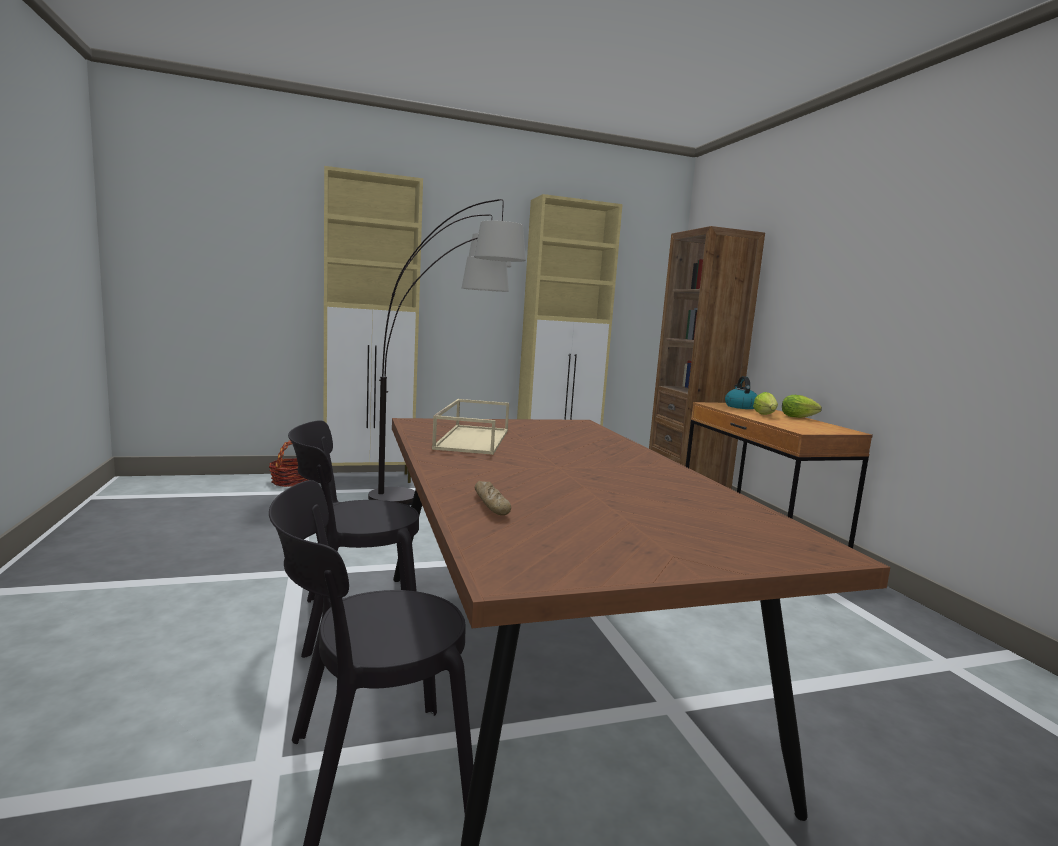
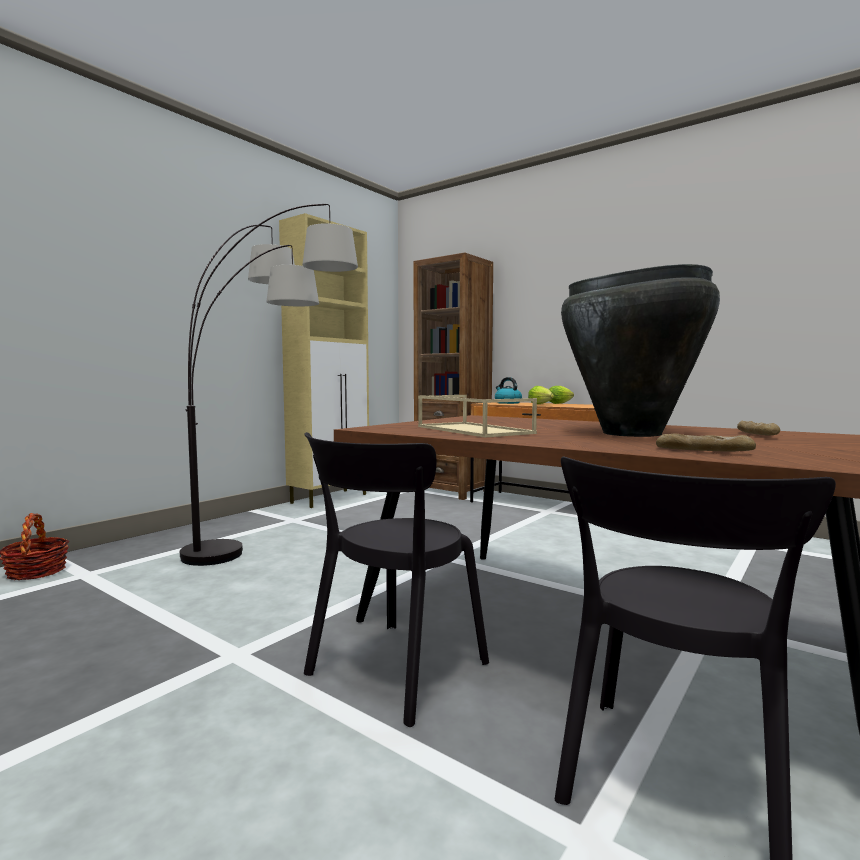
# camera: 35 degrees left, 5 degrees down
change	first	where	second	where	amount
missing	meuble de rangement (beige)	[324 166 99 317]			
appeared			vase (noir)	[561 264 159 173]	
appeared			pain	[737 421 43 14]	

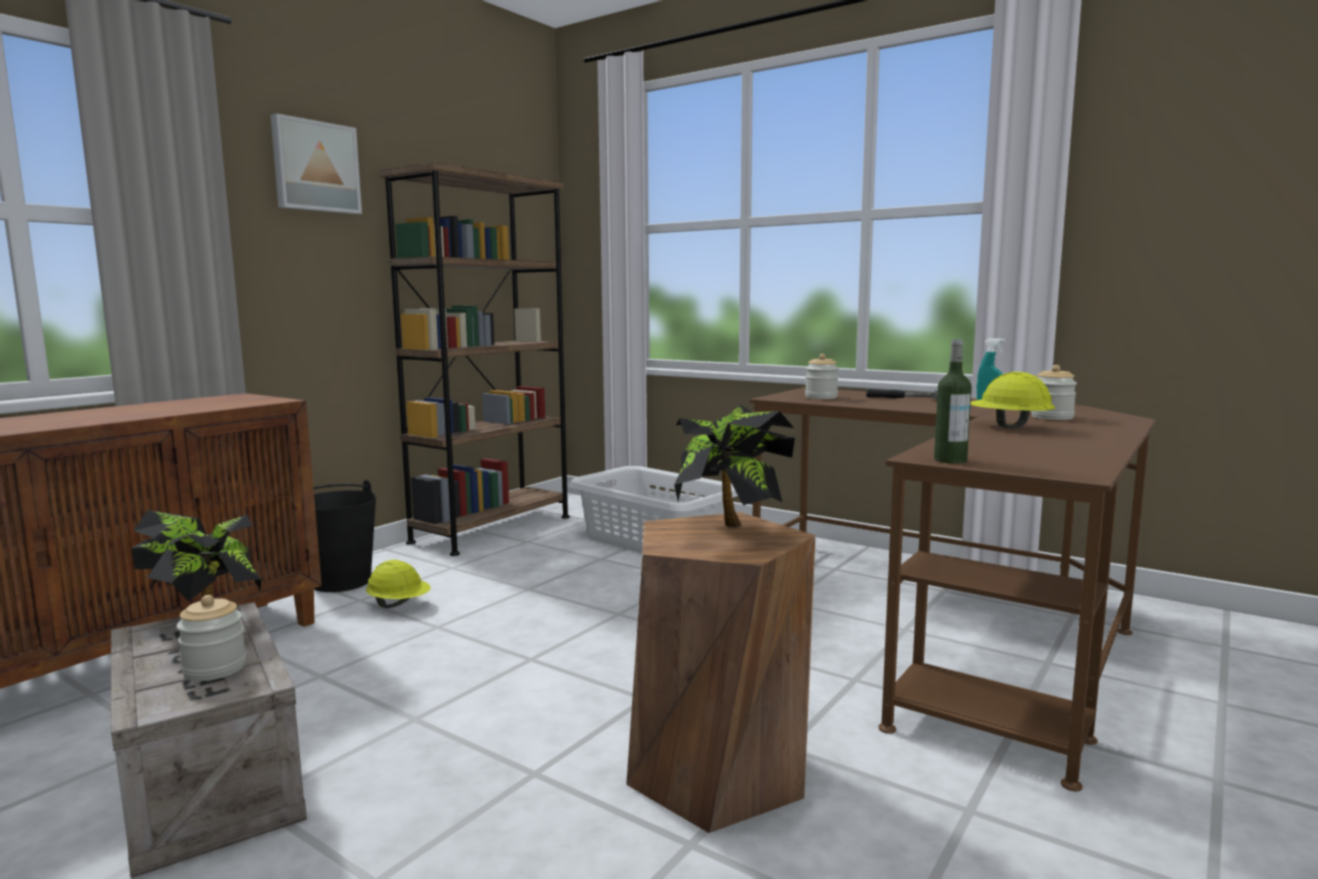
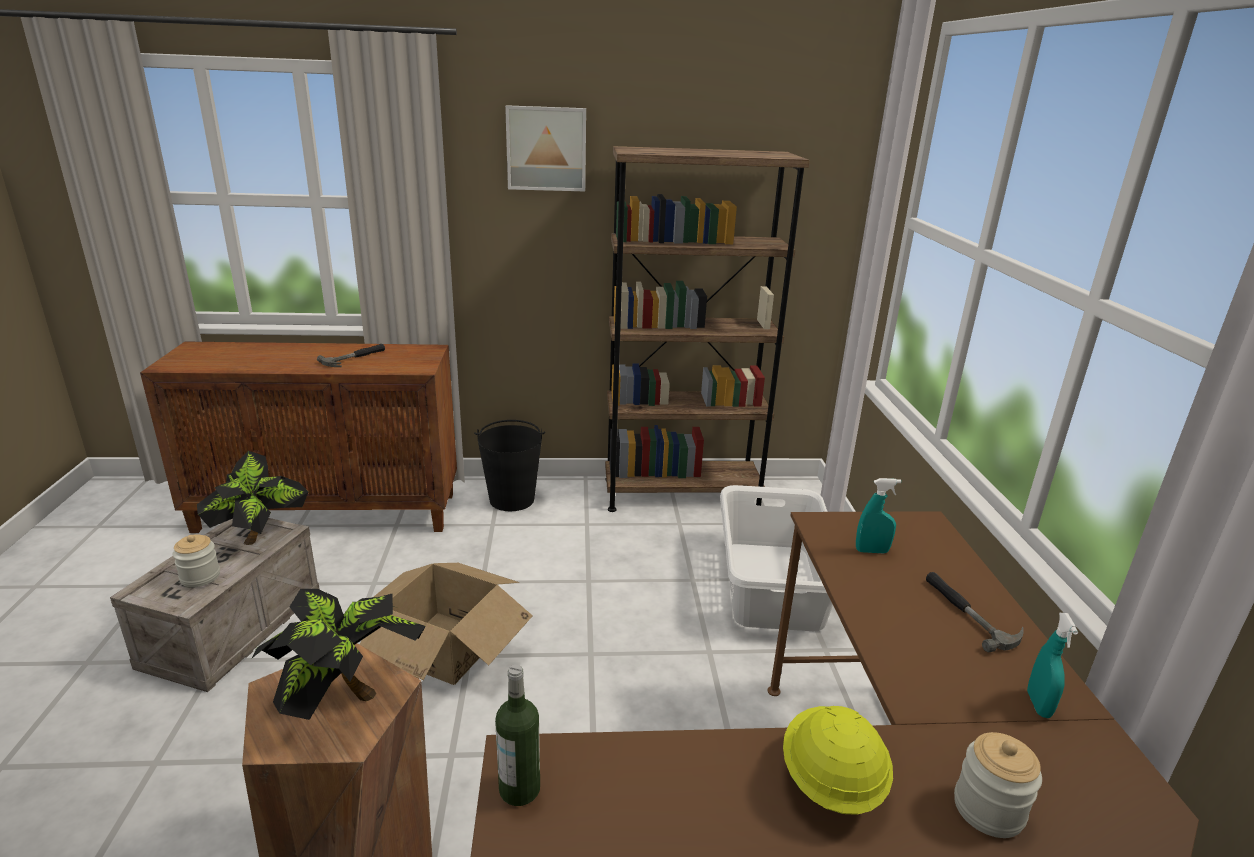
# camera: 50 degrees right, 15 degrees up
change	first	where	second	where	amount
exchanged	bocal	[805 354 34 45]	vaporisateur (turquoise)	[856 478 45 75]	
missing	casque de chantier (jaune)	[366 560 65 48]			
appeared			marteau	[317 344 68 23]	
appeared			carton	[360 563 173 122]	

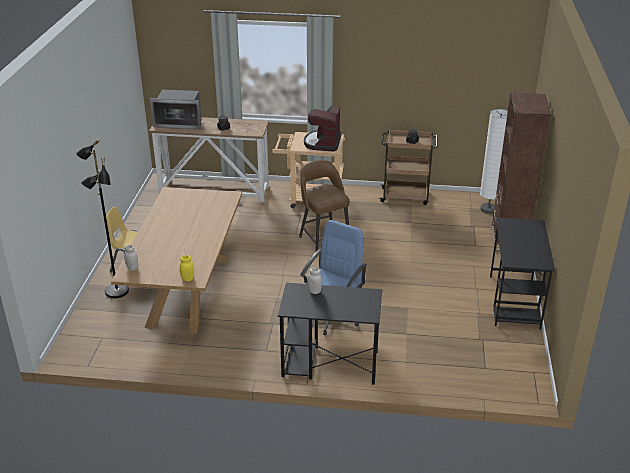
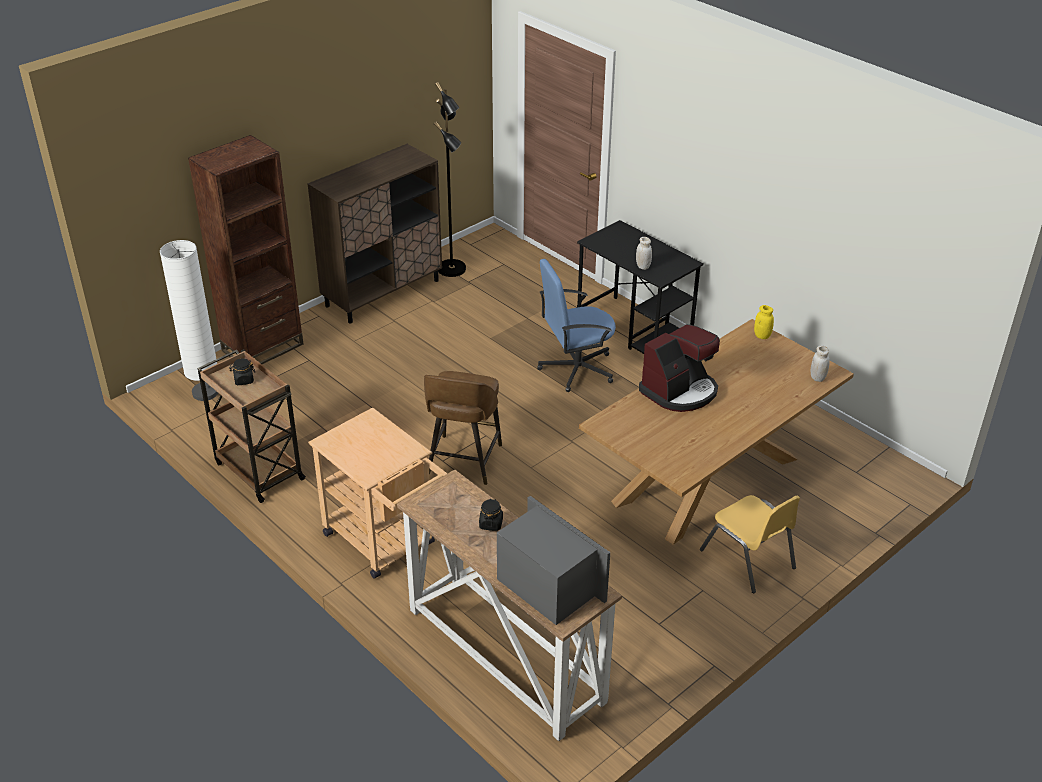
# camera: 140 degrees left, 5 degrees up
change	first	where	second	where	amount
relocated	machine à café	[304 106 38 46]		[639 324 81 88]	
relocated	lampadaire (noir)	[76 139 53 159]		[434 82 32 195]	
exchanged	bureau (noir)	[490 217 65 113]	meuble de rangement (marron)	[308 144 134 180]	

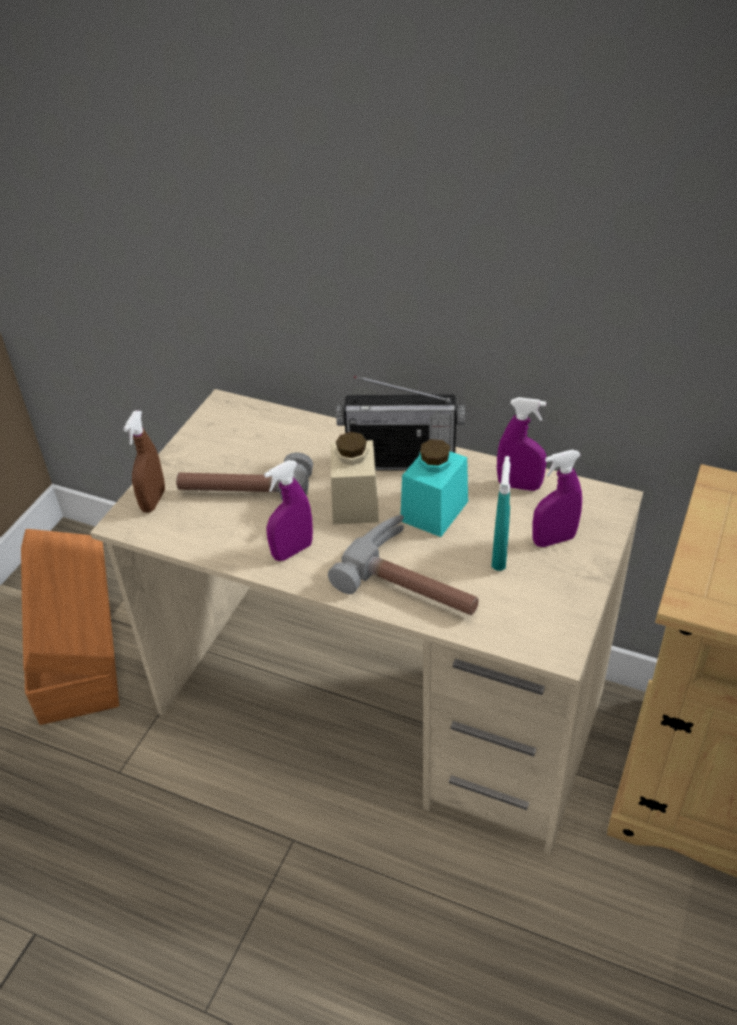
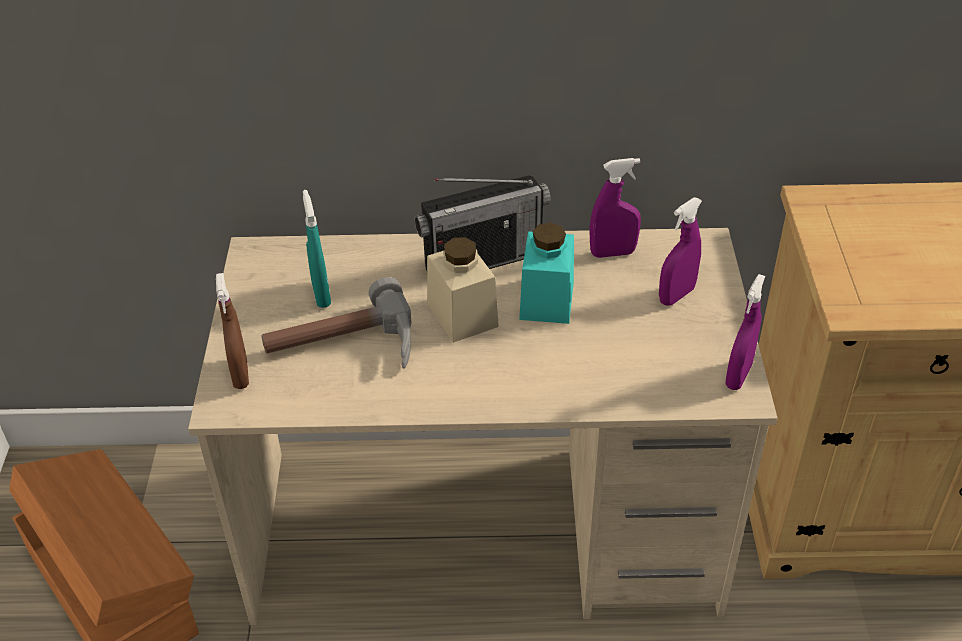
# camera: 25 degrees left, 0 degrees up
change	first	where	second	where	amount
relocated	vaporisateur (turquoise)	[491 456 19 115]		[303 190 28 118]	
relocated	vaporisateur (violet)	[264 460 49 101]		[725 274 40 116]	
missing	marteau	[328 515 151 101]			

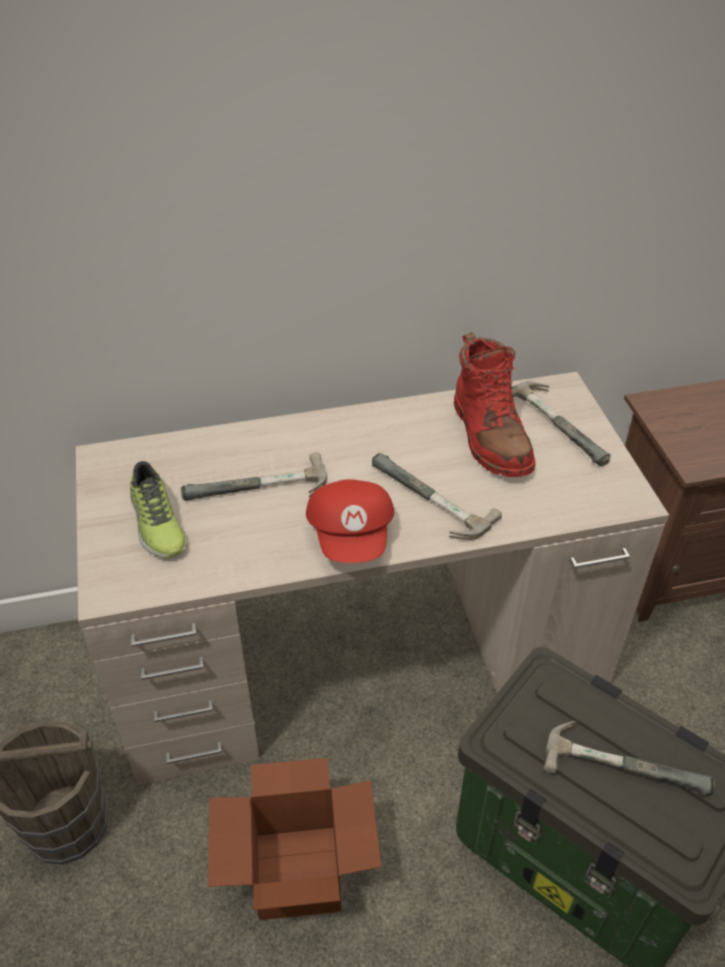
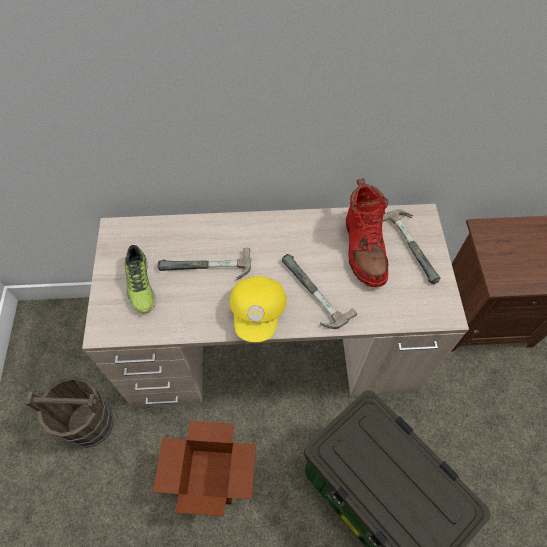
# camera: 10 degrees right, 15 degrees up
change	first	where	second	where	amount
colour	casquette (rouge)	[306 479 88 84]	casquette (jaune)	[229 276 58 66]	
missing	marteau	[544 721 171 75]			

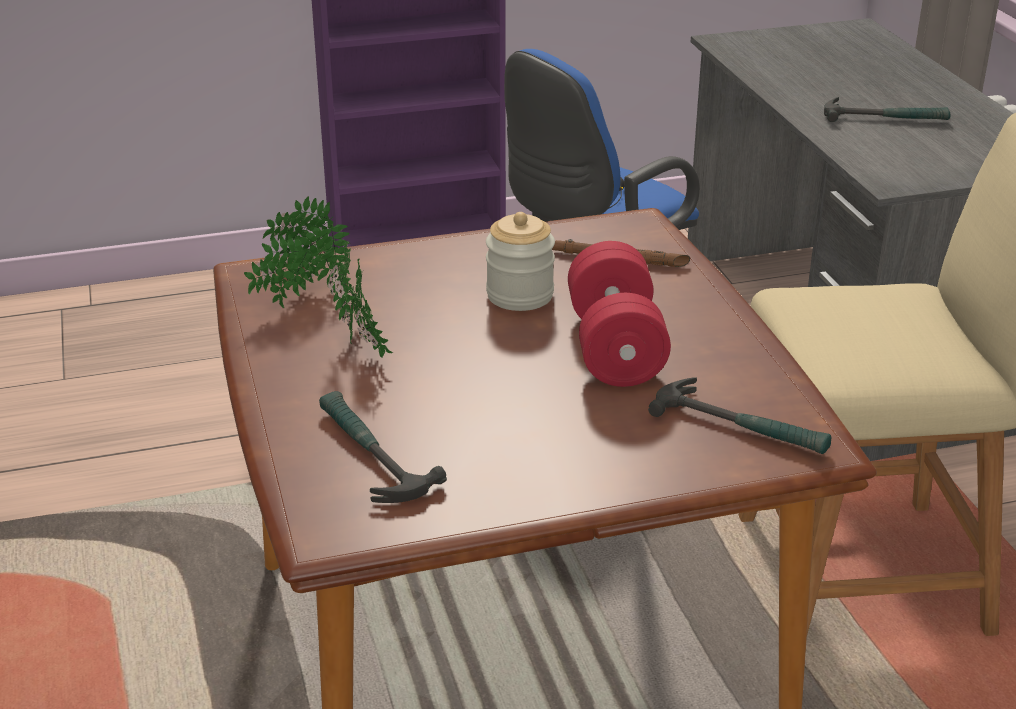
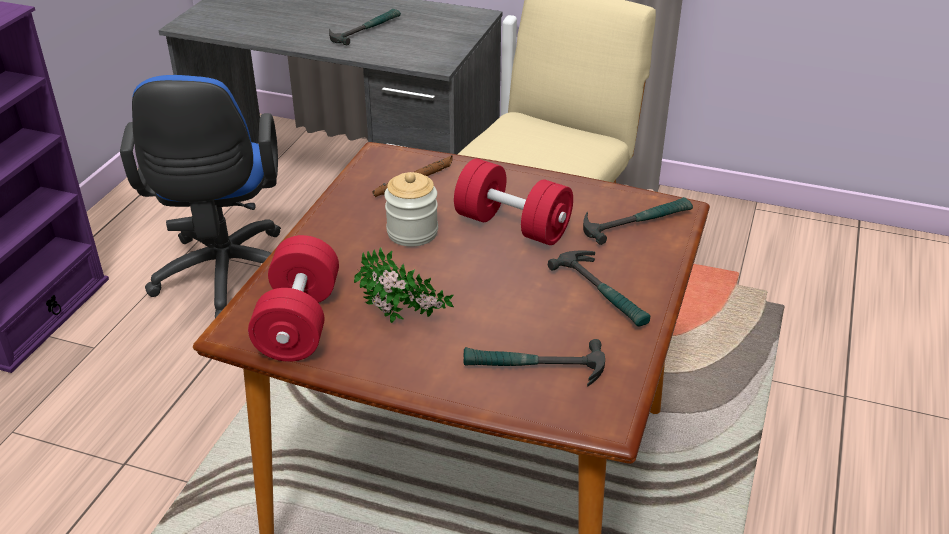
# camera: 55 degrees left, 5 degrees up
change	first	where	second	where	amount
exchanged	plante en pot	[244 196 107 112]	haltère (rouge)	[248 235 91 127]	
appeared			marteau	[548 251 102 75]	

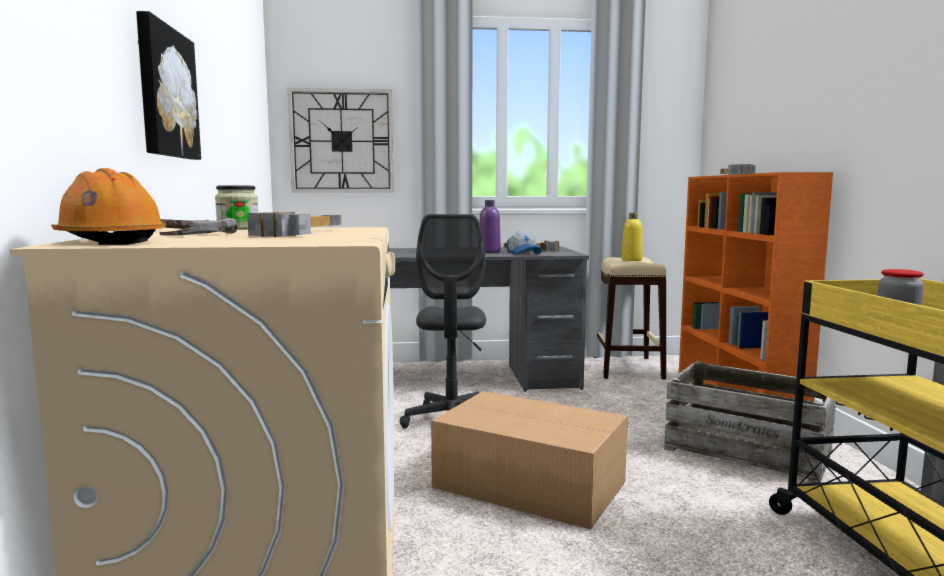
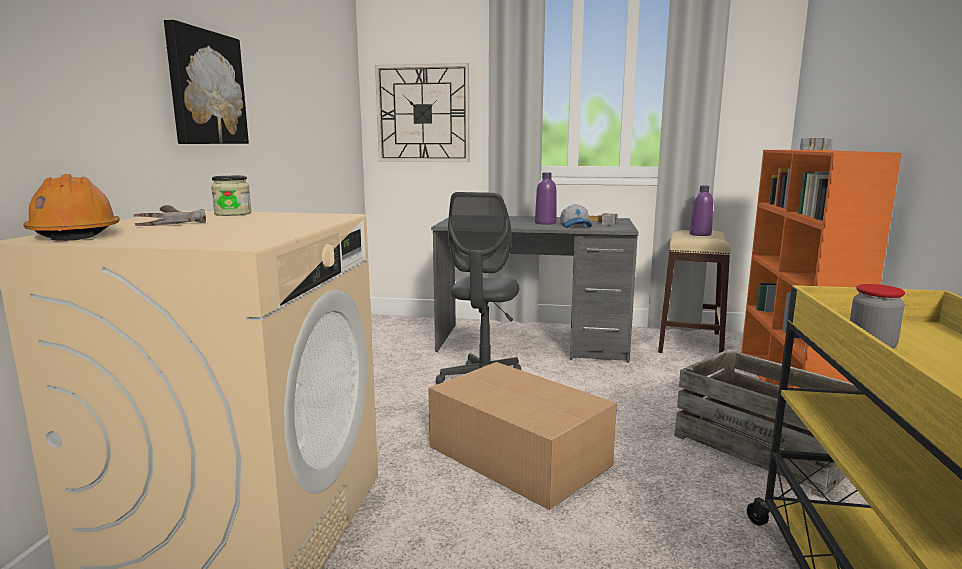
# camera: 15 degrees right, 5 degrees up
change	first	where	second	where	amount
missing	marteau	[247 212 95 25]			
colour	bouteille (jaune)	[621 213 21 48]	bouteille (violet)	[690 186 23 50]	

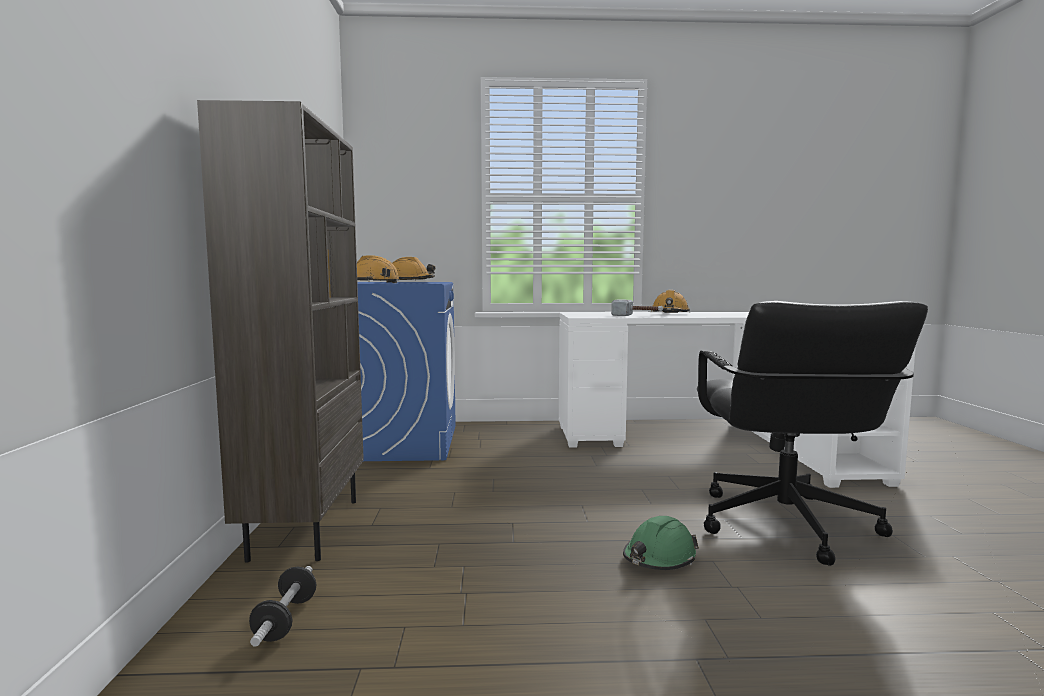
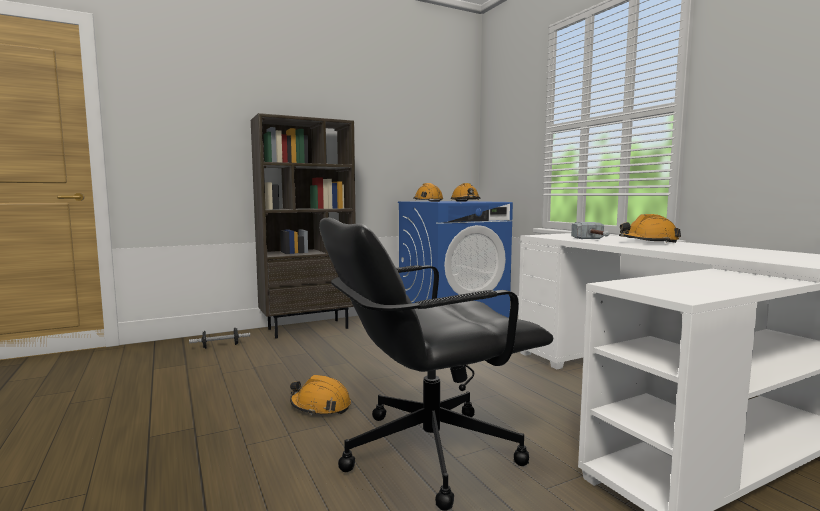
# camera: 65 degrees right, 0 degrees up
change	first	where	second	where	amount
colour	casque de chantier (vert)	[623 516 76 54]	casque de chantier (orange)	[290 375 61 41]	

